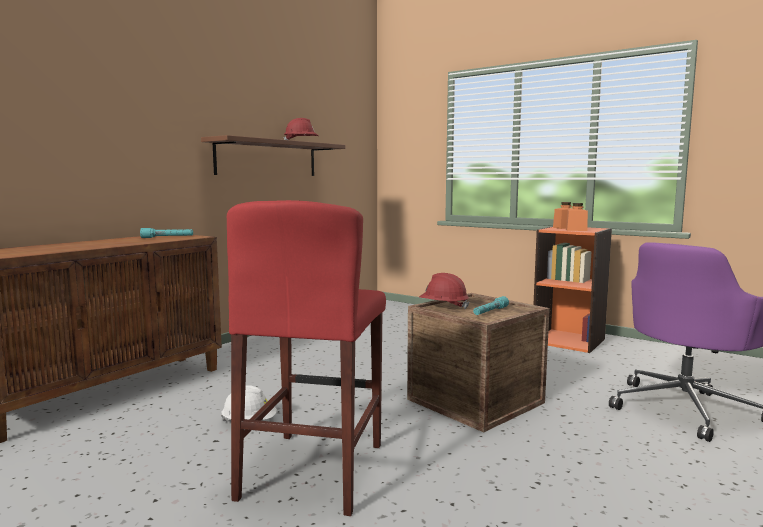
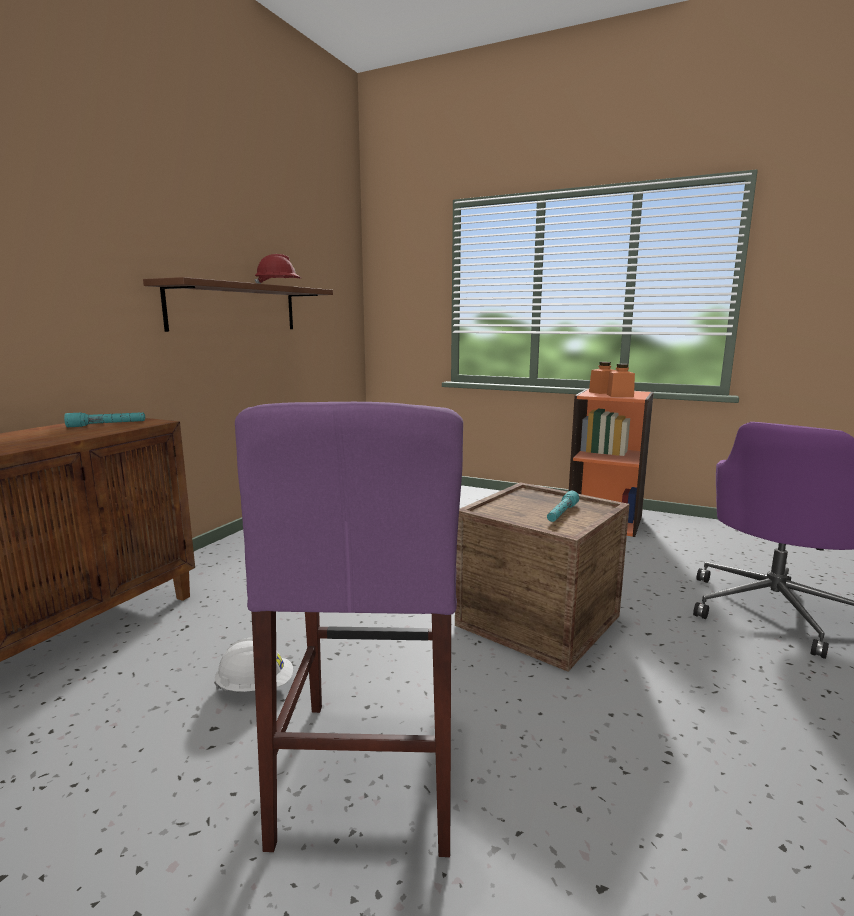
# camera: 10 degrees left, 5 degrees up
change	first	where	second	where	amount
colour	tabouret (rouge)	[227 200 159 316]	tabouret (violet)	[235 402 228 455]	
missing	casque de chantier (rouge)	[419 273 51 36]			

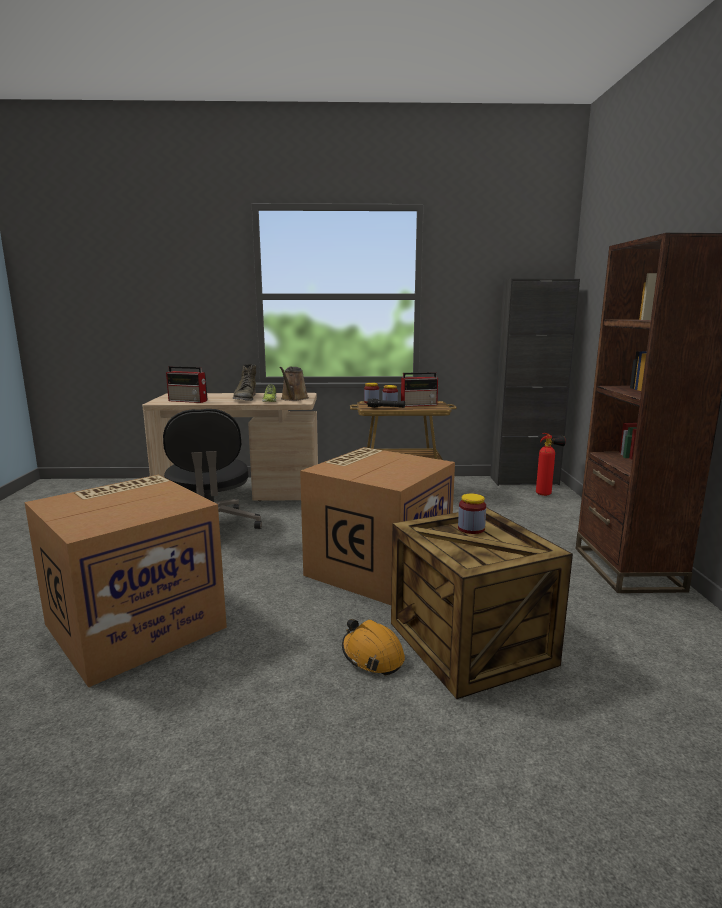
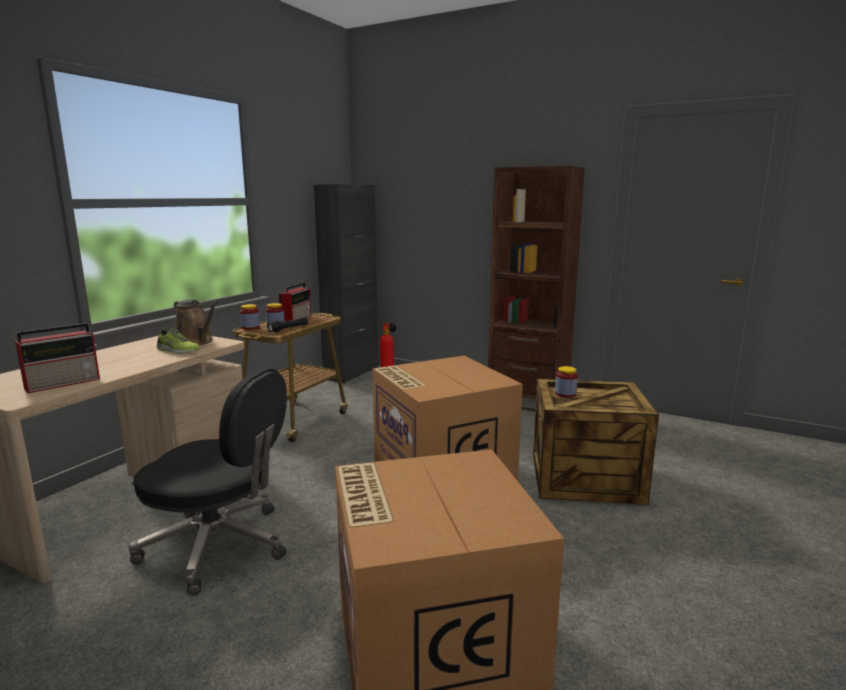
# camera: 60 degrees left, 0 degrees up
change	first	where	second	where	amount
missing	botte (vert)	[233 364 23 37]			
missing	casque de chantier (orange)	[342 619 63 56]			

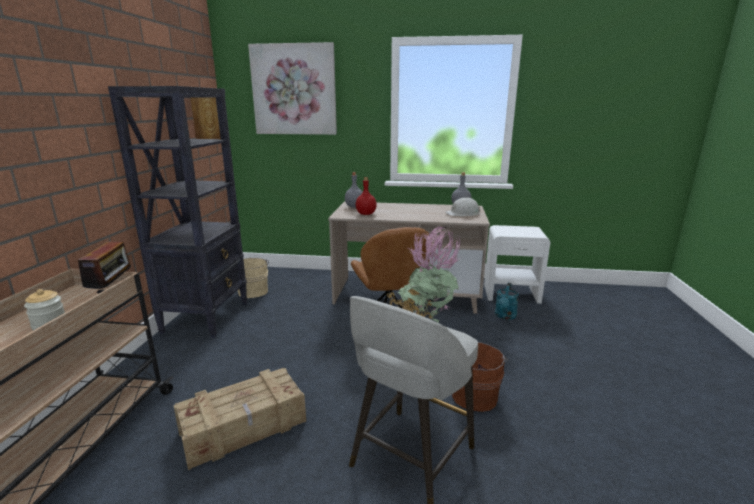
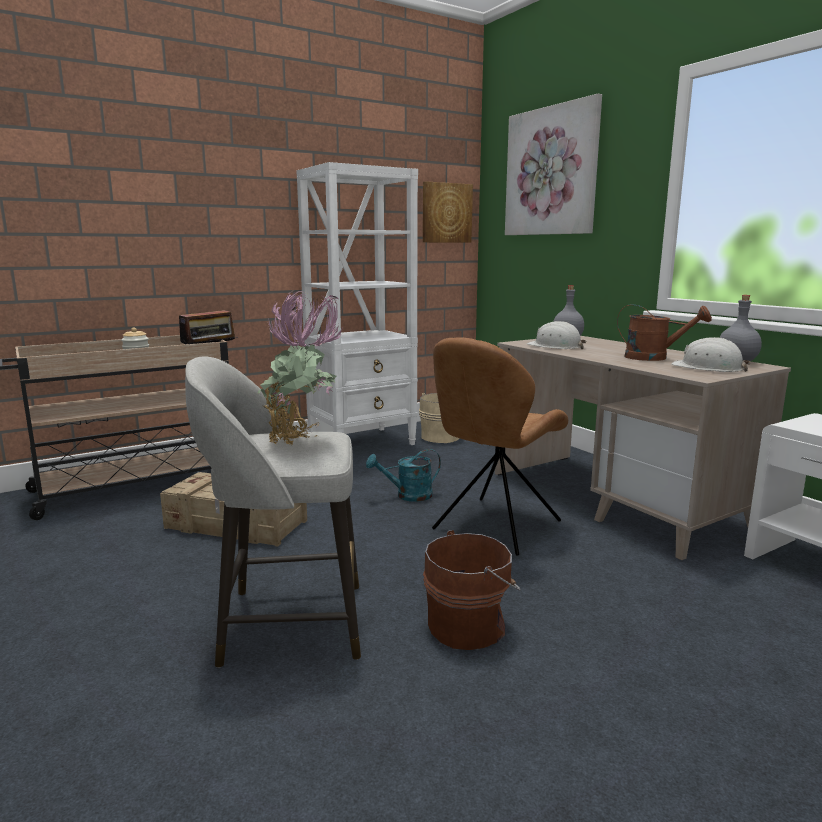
# camera: 50 degrees right, 5 degrees down
change	first	where	second	where	amount
colour	bibliothèque (noir)	[108 86 139 252]	bibliothèque (blanc)	[296 162 122 283]	
exchanged	bouteille (rouge)	[356 177 21 38]	casque de chantier (blanc)	[527 321 59 28]	
relocated	arrosoir (turquoise)	[495 283 24 37]		[366 449 75 53]	
appeared			arrosoir (marron)	[617 304 95 57]	

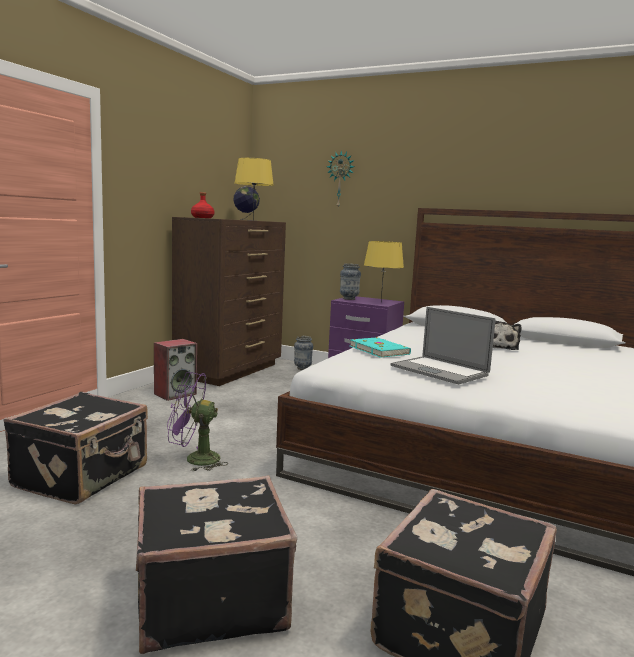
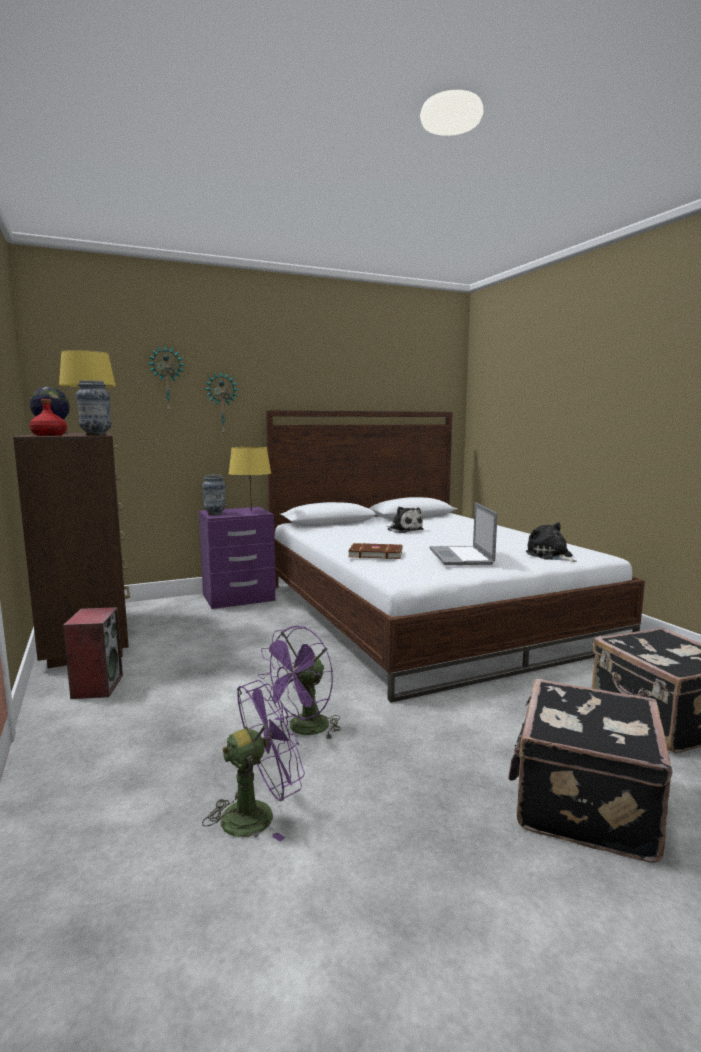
# camera: 50 degrees left, 0 degrees up
change	first	where	second	where	amount
spun	ordinateur portable	[390 307 106 77]		[429 502 68 63]	90 degrees clockwise
relocated	vase	[294 336 19 34]		[76 380 35 55]	
colour	livre (turquoise)	[350 337 61 21]	livre (marron)	[348 543 54 16]	
exchanged	valise (noir)	[4 392 144 113]	ventilateur (violet)	[202 680 103 162]	
appeared			horloge murale	[205 371 34 64]	
appeared			peluche	[526 522 51 40]	

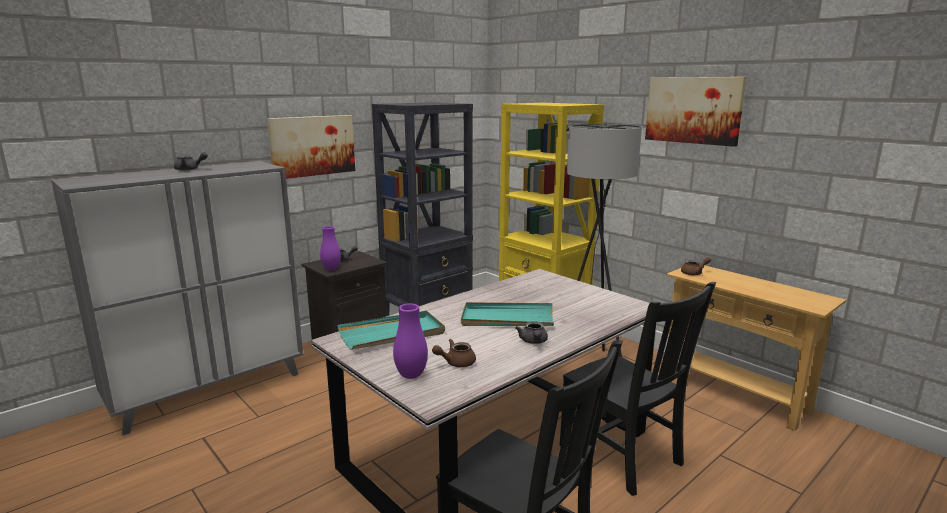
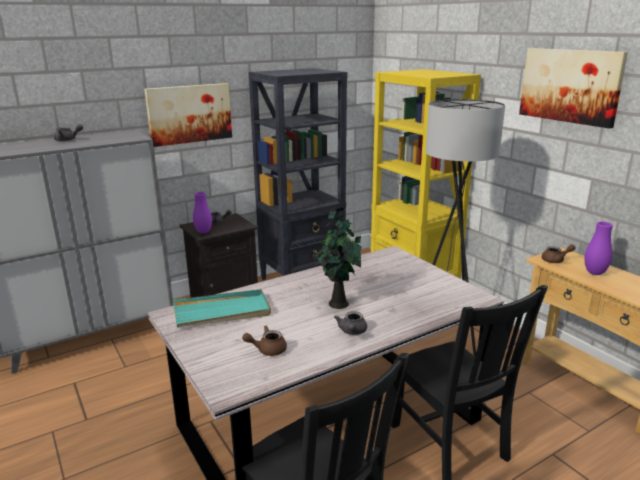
# camera: 10 degrees right, 5 degrees up
change	first	where	second	where	amount
exchanged	plateau (turquoise)	[461 302 93 24]	plante en pot	[313 207 49 102]	
relocated	vase (violet)	[393 303 35 76]		[584 222 29 53]	

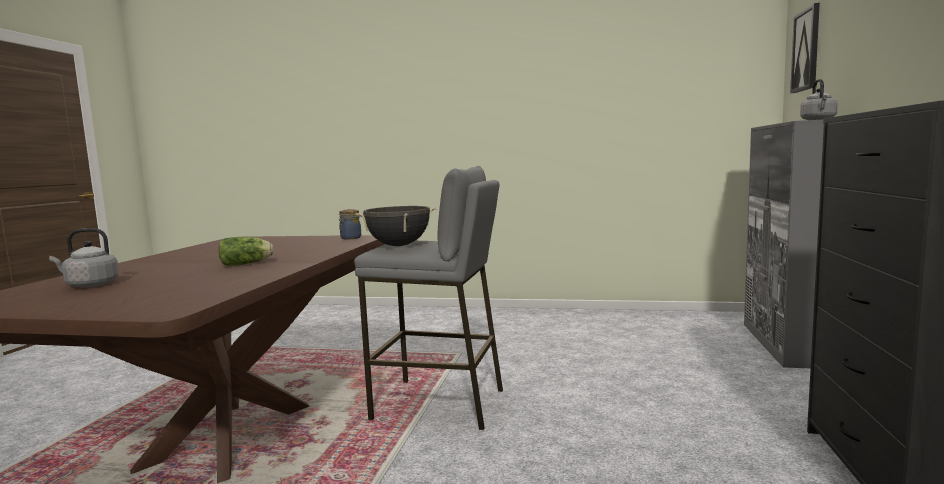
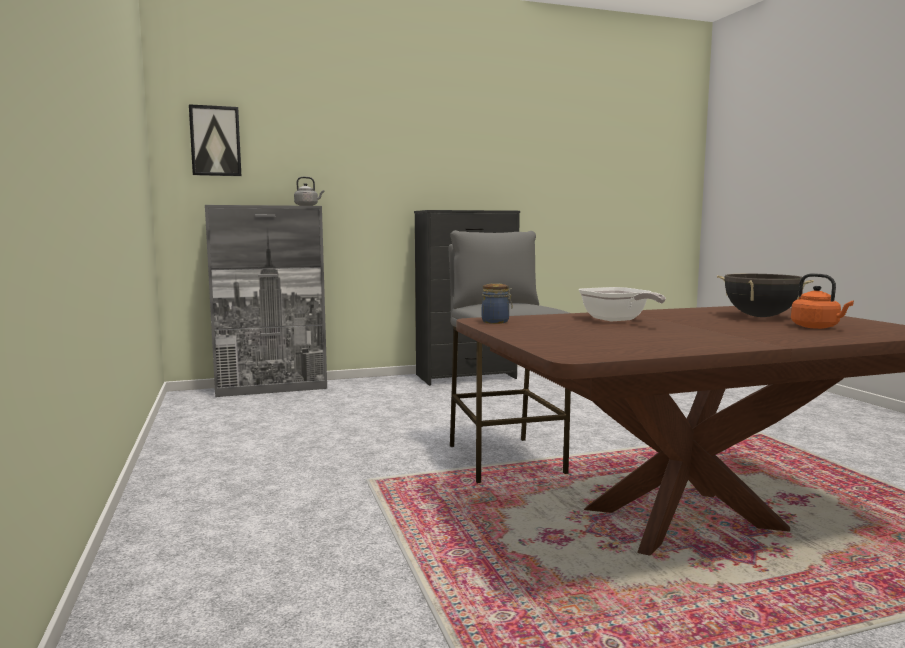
# camera: 120 degrees left, 0 degrees up
change	first	where	second	where	amount
relocated	marmite (noir)	[355 206 82 40]		[717 274 97 43]	
colour	bouilloire (gris)	[49 228 70 60]	bouilloire (orange)	[791 273 63 56]	
missing	laitue	[219 237 55 29]			
appeared			poêle	[579 287 87 35]	

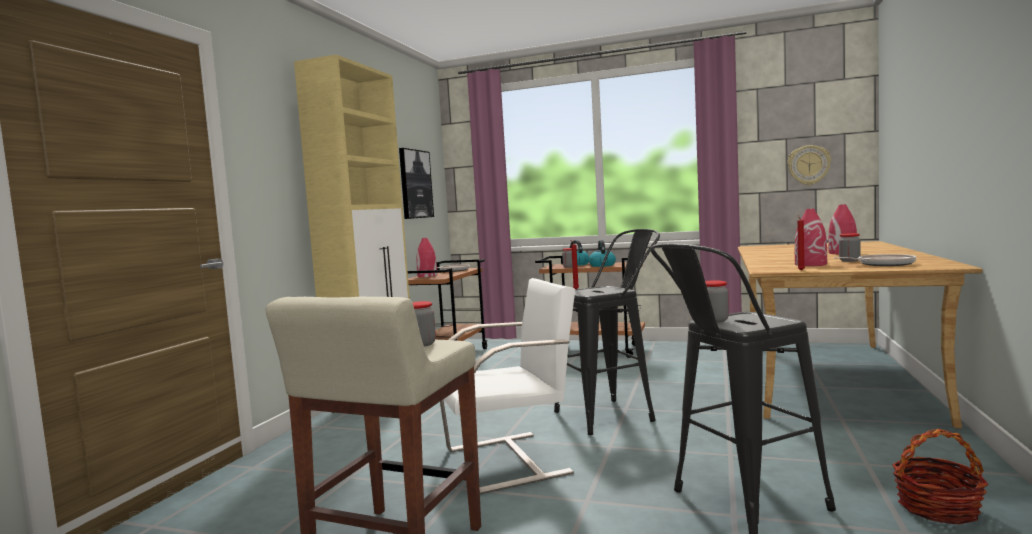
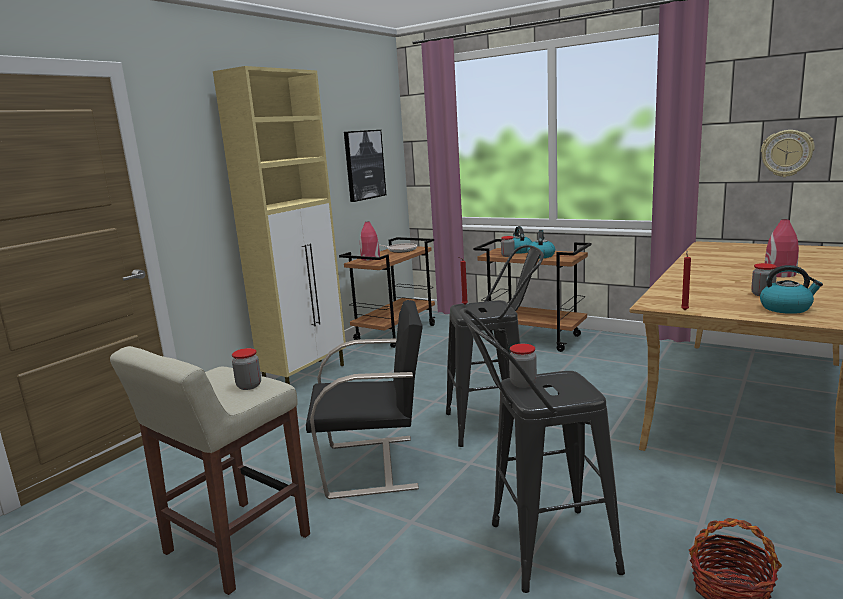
# camera: 15 degrees right, 10 degrees up
change	first	where	second	where	amount
missing	vase (rouge)	[795 209 32 57]			
exchanged	poêle	[834 254 82 12]	bouilloire	[760 265 63 49]	
colour	chaise (blanc)	[440 278 135 216]	chaise (noir)	[306 300 117 199]	

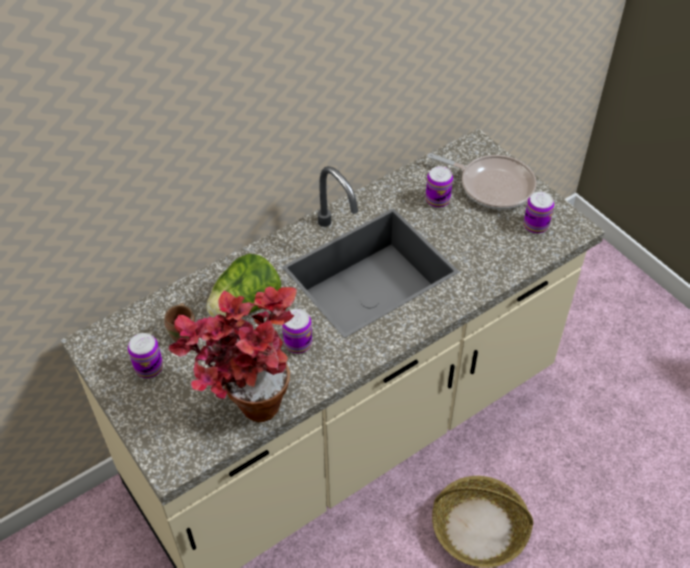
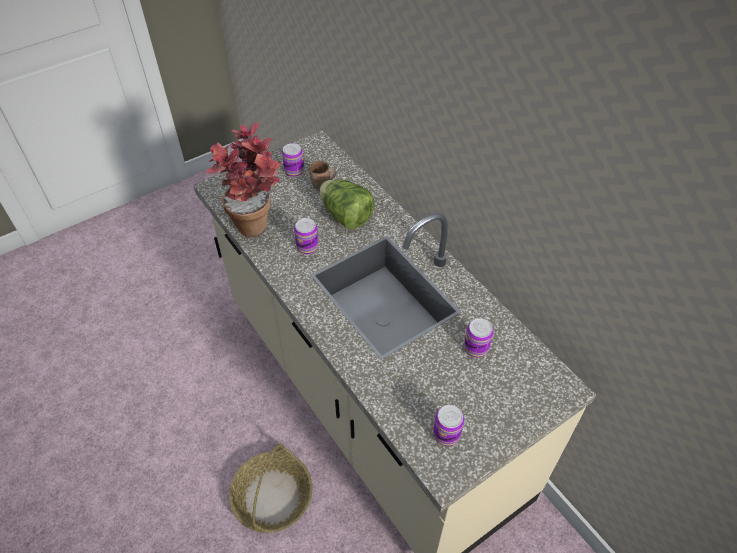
# camera: 90 degrees right, 0 degrees up
change	first	where	second	where	amount
missing	poêle	[427 153 110 57]			

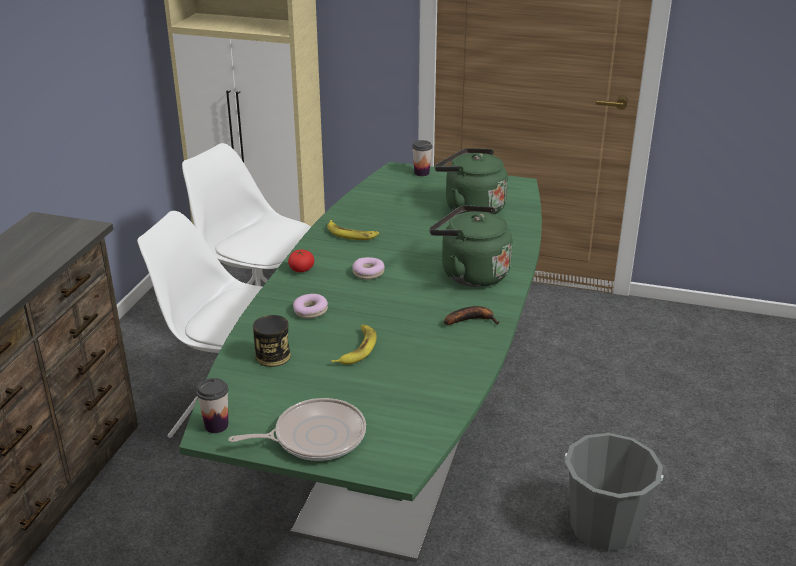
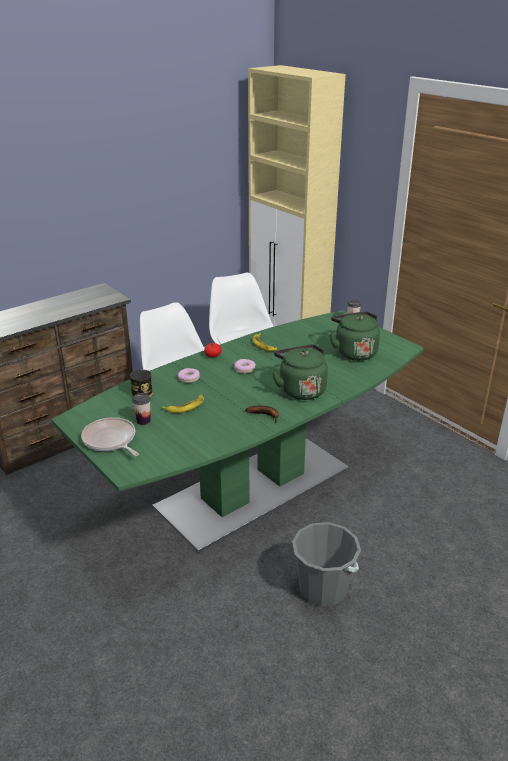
# camera: 35 degrees right, 0 degrees up
change	first	where	second	where	amount
relocated	tasse	[196 378 32 55]		[132 393 19 32]	
spun	poêle	[228 398 138 63]		[81 417 58 39]	150 degrees counterclockwise

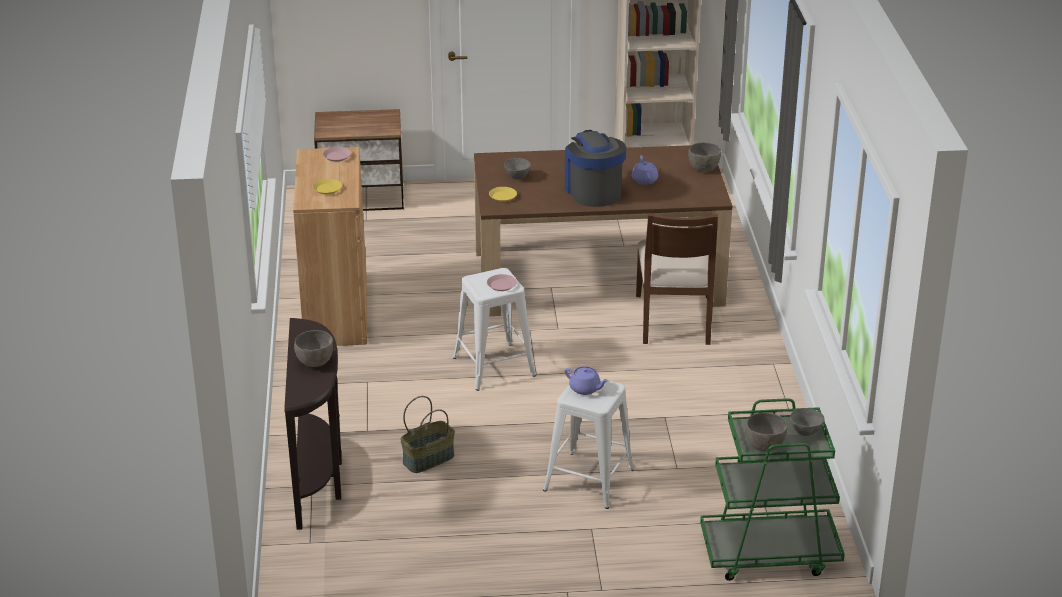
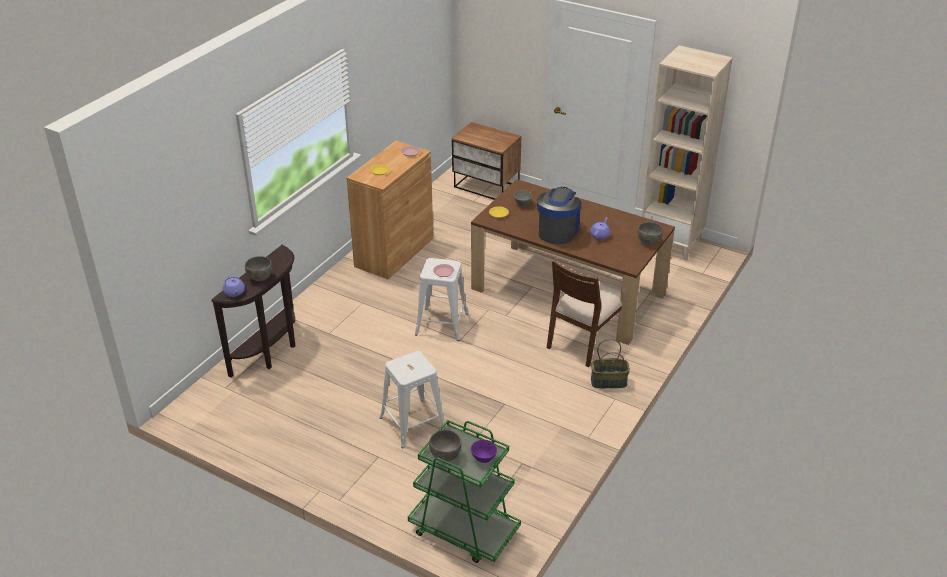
# camera: 35 degrees right, 5 degrees up
change	first	where	second	where	amount
relocated	théière (violet)	[564 367 45 28]		[223 275 22 22]	
relocated	panier	[400 396 55 77]		[591 339 39 49]	
colour	bol (gris)	[790 408 35 28]	bol (violet)	[471 440 26 23]	

